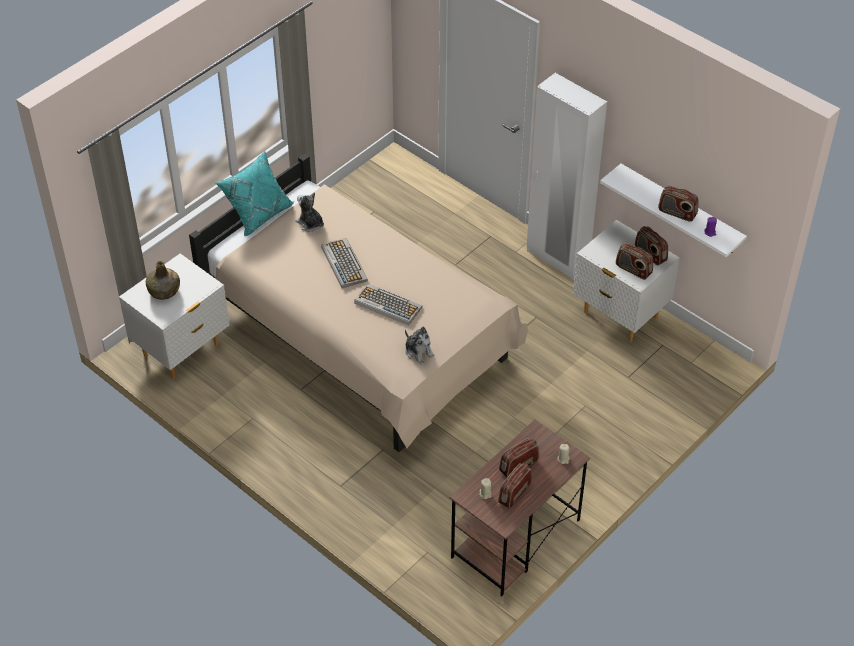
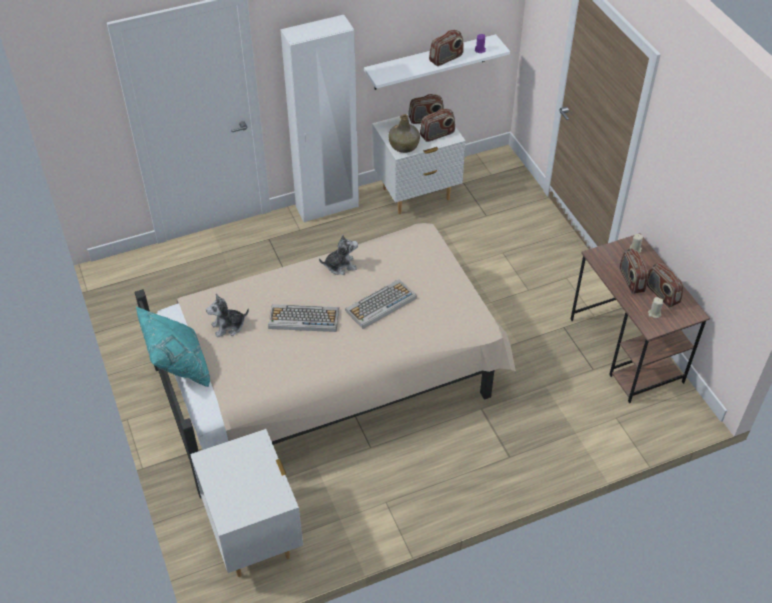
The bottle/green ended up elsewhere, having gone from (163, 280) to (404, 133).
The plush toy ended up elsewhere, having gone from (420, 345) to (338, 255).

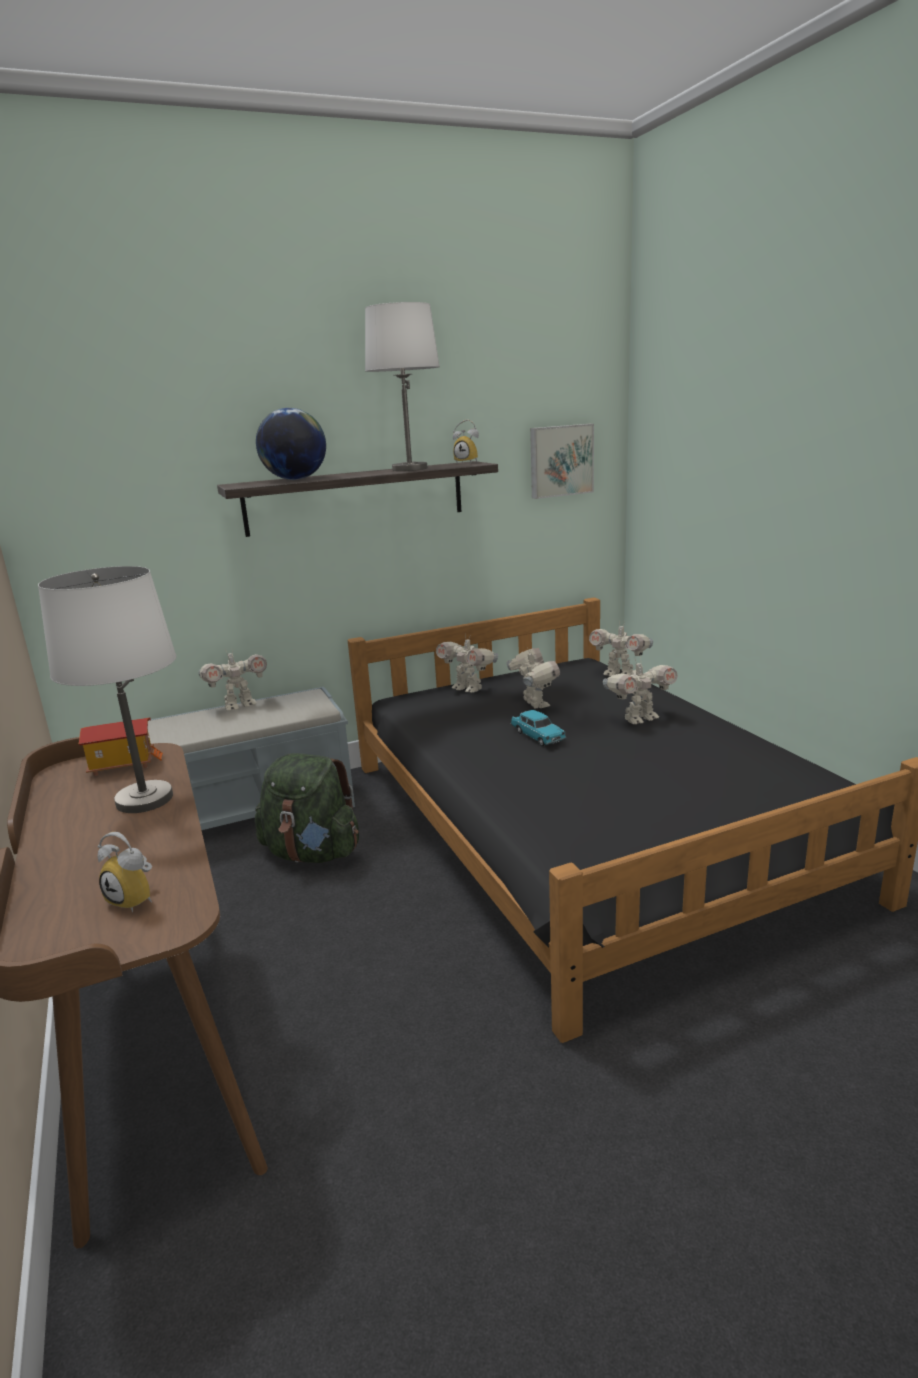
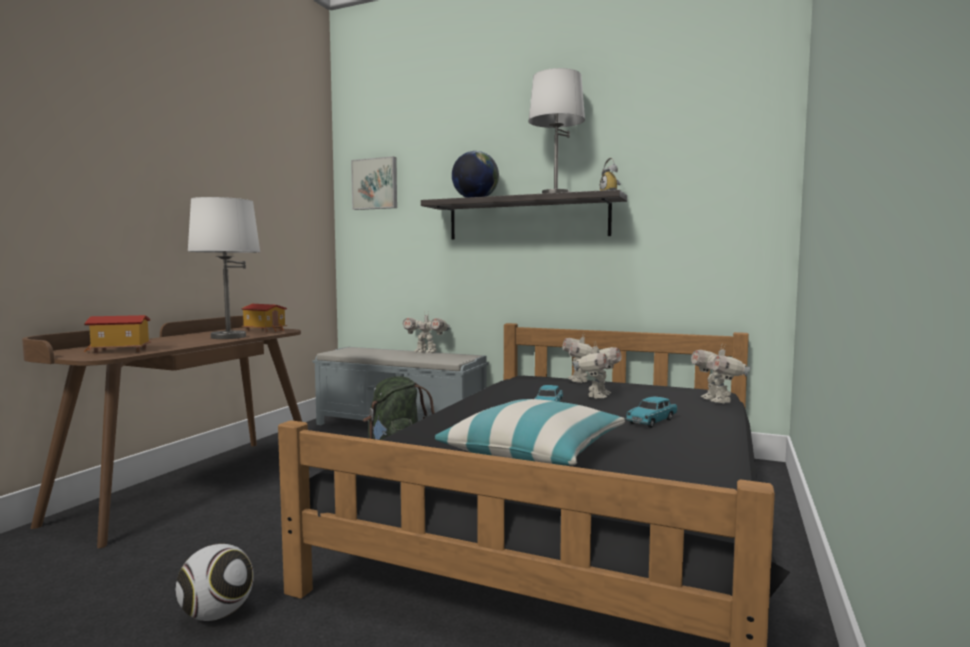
Where the alarm clock stood at (125, 872), the toy house came to stand at (118, 334).
The picture ended up elsewhere, having gone from (562, 461) to (374, 183).
Where the toy robot stood at (640, 690), the toy car/turquoise came to stand at (652, 412).
The second view gained the football at (215, 582).
The second view gained the pillow at (530, 432).

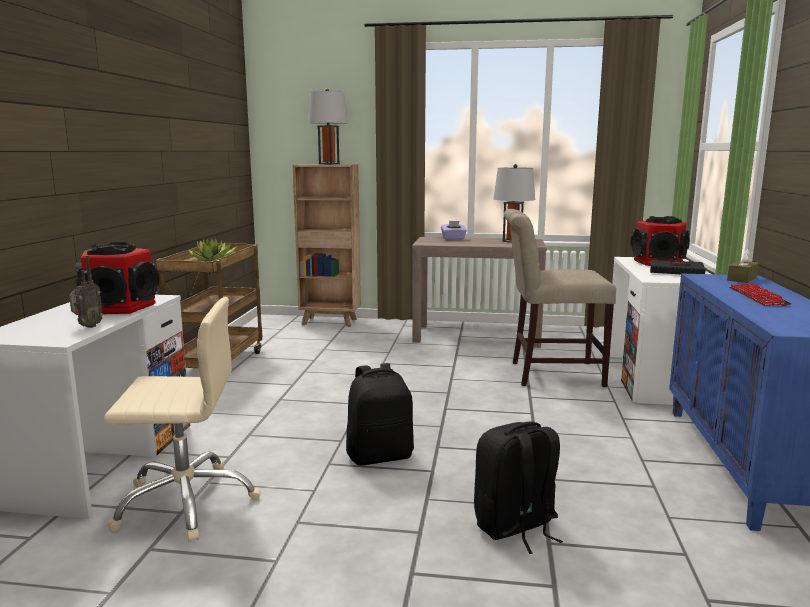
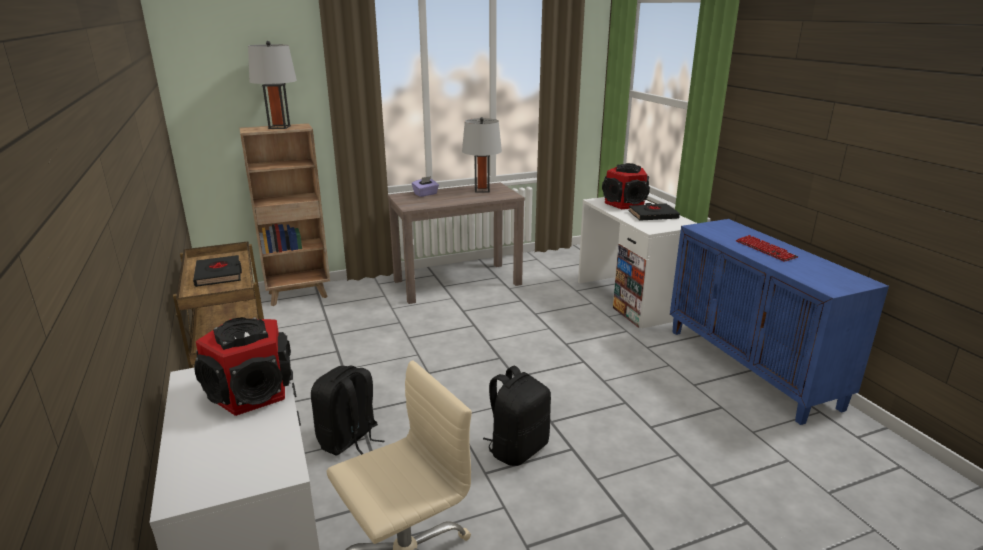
The second view lost the radio at (86, 292).
Where the potted plant stood at (213, 248), the book/black came to stand at (217, 271).
The backpack/black ended up elsewhere, having gone from (518, 488) to (347, 410).
The second view lost the chair/beige at (560, 298).
The second view lost the tissue box/brown at (743, 266).

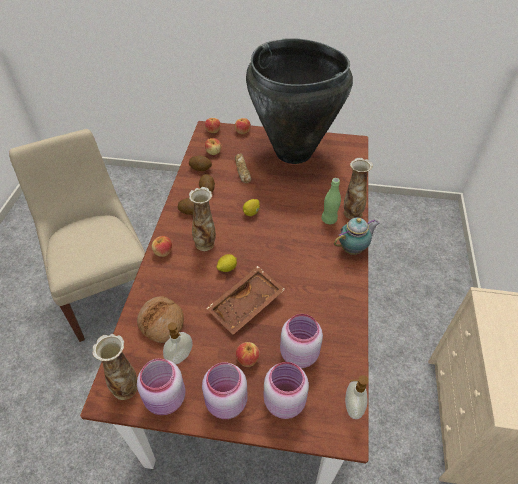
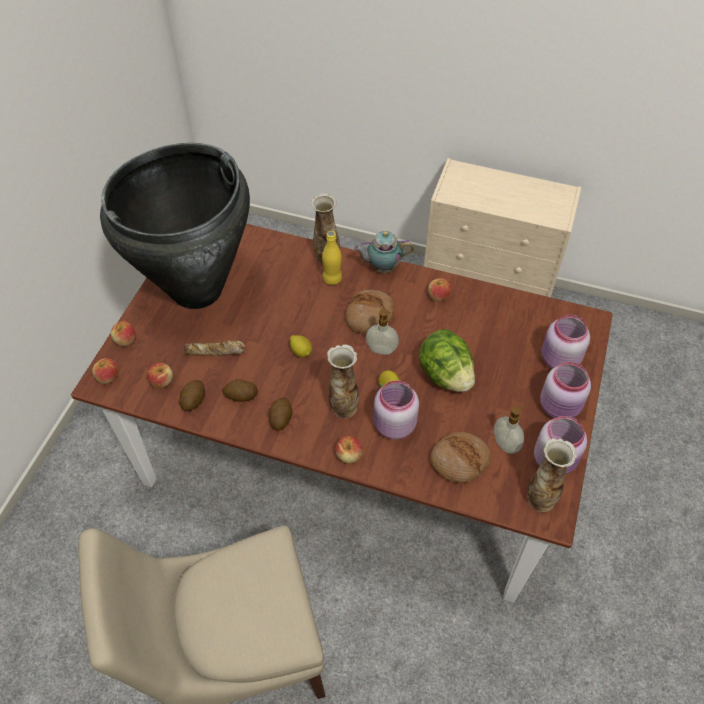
Where the tray/brown stood at (245, 300), the lettuce came to stand at (447, 360).
The apple ended up elsewhere, having gone from (248, 354) to (440, 290).
The jar/pink ended up elsewhere, having gone from (301, 341) to (396, 410).
What was the bottle/green at (331, 201) turned into the bottle/yellow at (332, 258).
The teapot at (357, 236) ended up facing another way, 75 degrees counterclockwise from before.
The soap dispenser ended up elsewhere, having gone from (357, 397) to (382, 332).
The second view gained the bread at (370, 311).

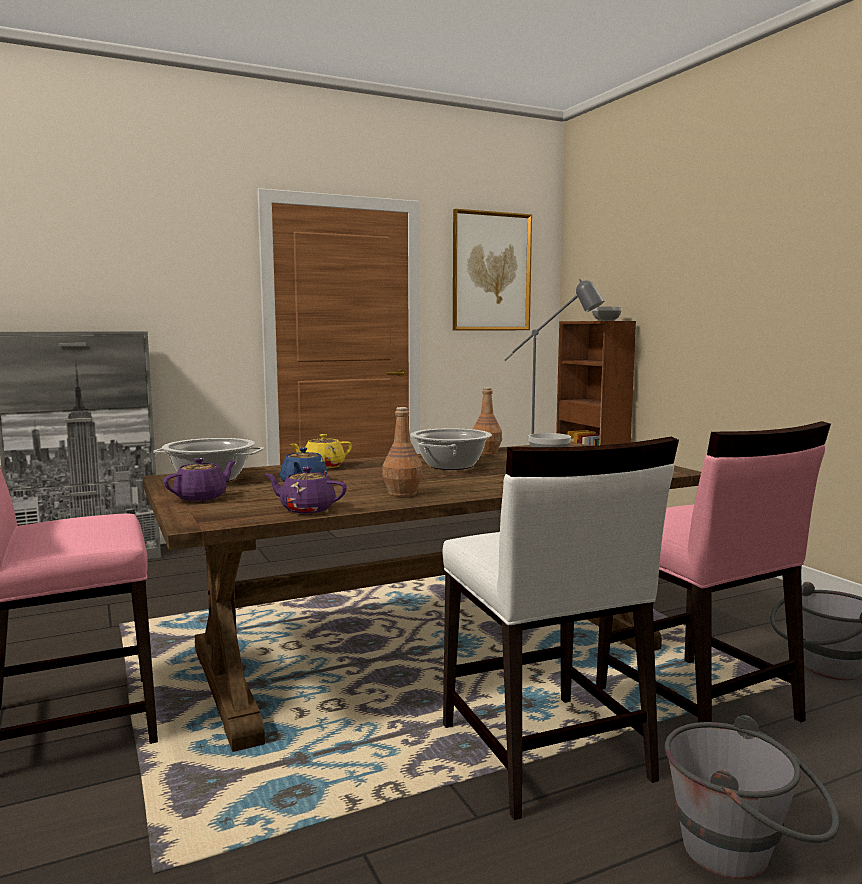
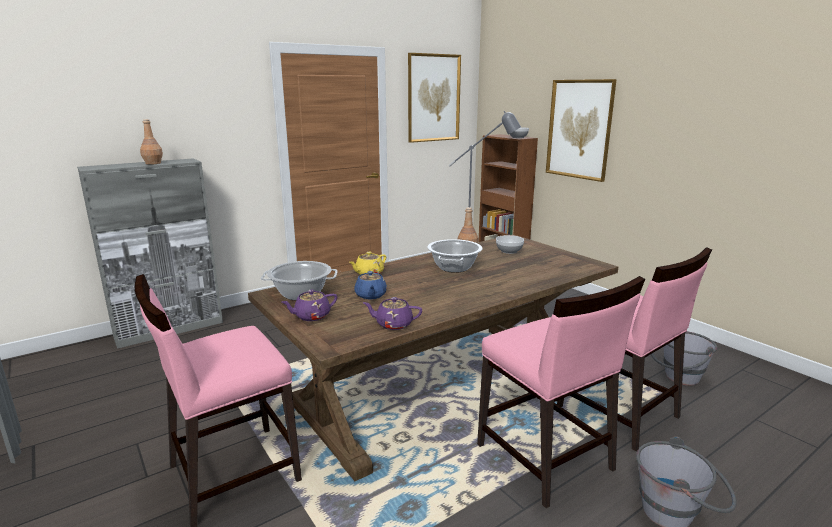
The teapot/purple at (199, 479) ended up facing another way, 150 degrees counterclockwise from before.
The bottle/brown ended up elsewhere, having gone from (402, 452) to (151, 142).
What was the chair/white at (561, 628) turned into the chair/pink at (561, 392).
The second view gained the picture at (581, 130).

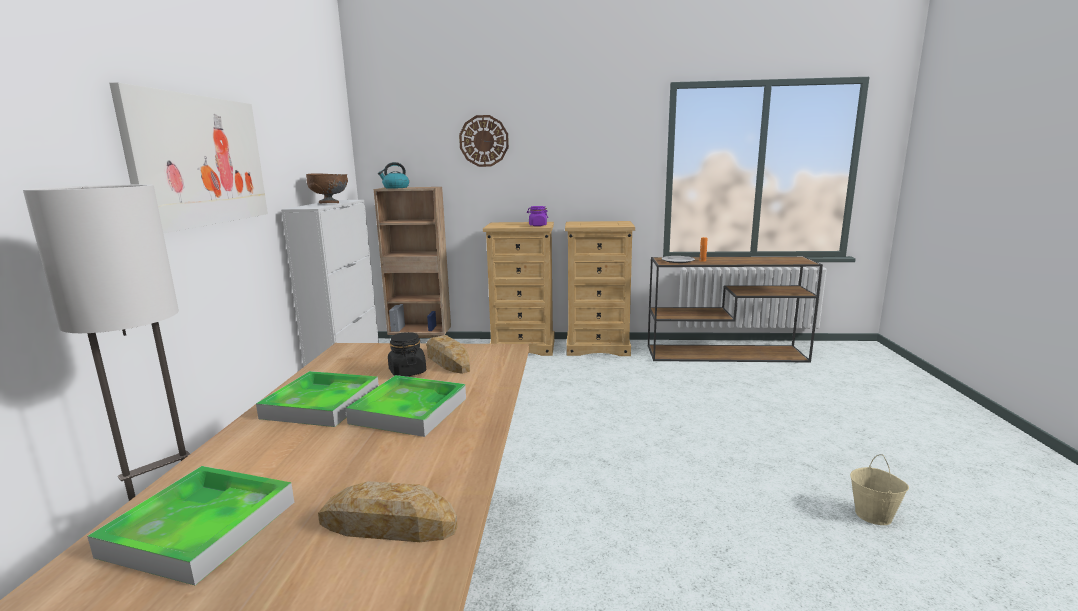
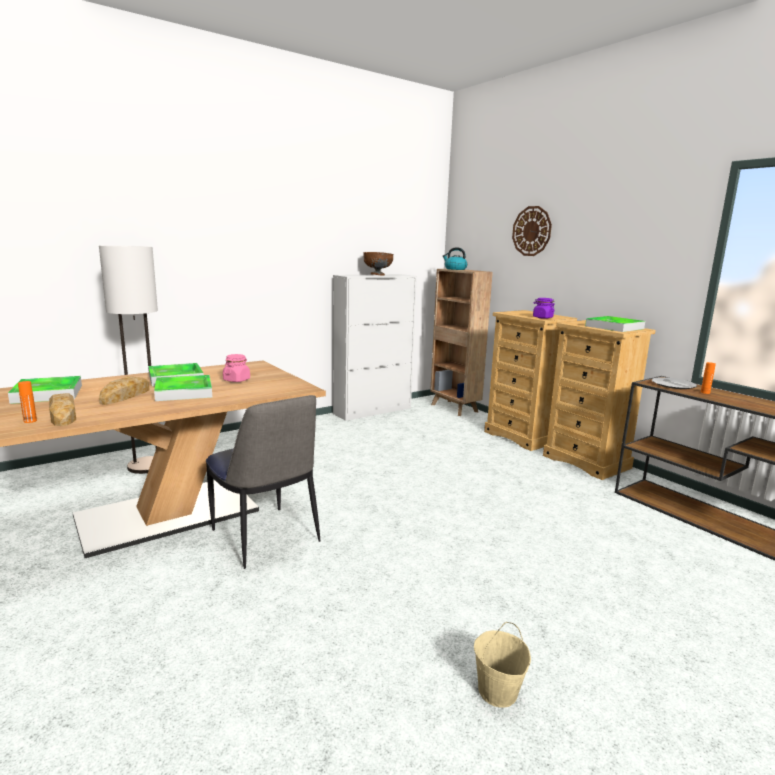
The second view lost the picture at (188, 158).
What was the jar/black at (407, 354) turned into the jar/pink at (236, 368).
The bread ended up elsewhere, having gone from (448, 354) to (124, 390).
The second view gained the bottle/orange at (27, 402).
The second view gained the chair at (263, 482).
The second view gained the tray at (615, 324).

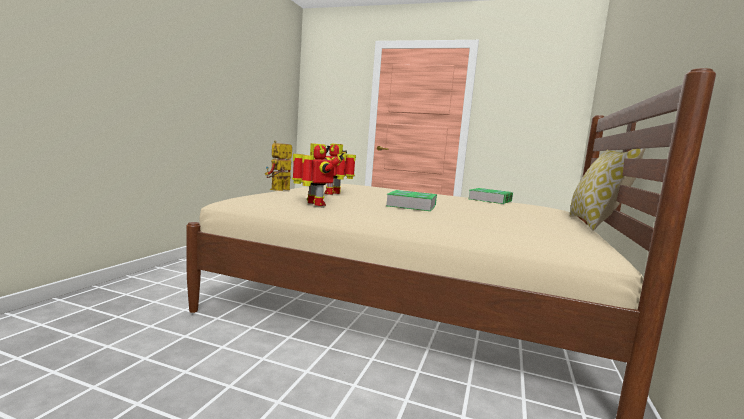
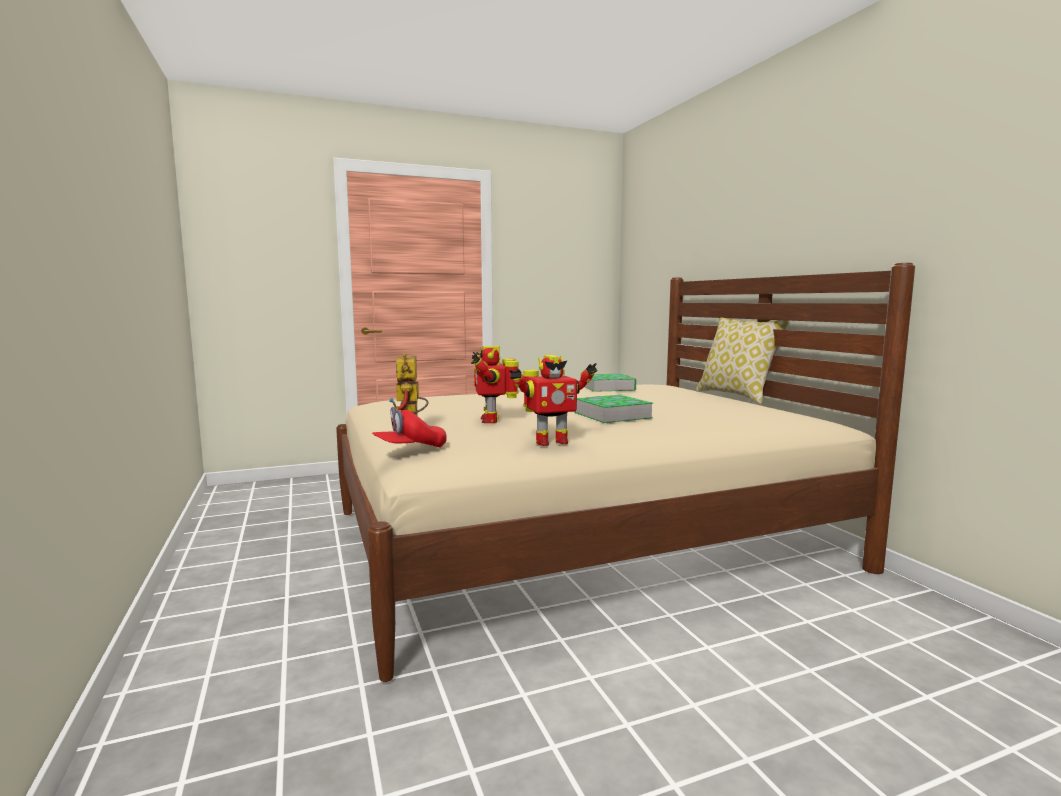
The toy robot at (318, 174) ended up facing another way, 150 degrees clockwise from before.
The second view gained the cap/red at (409, 427).

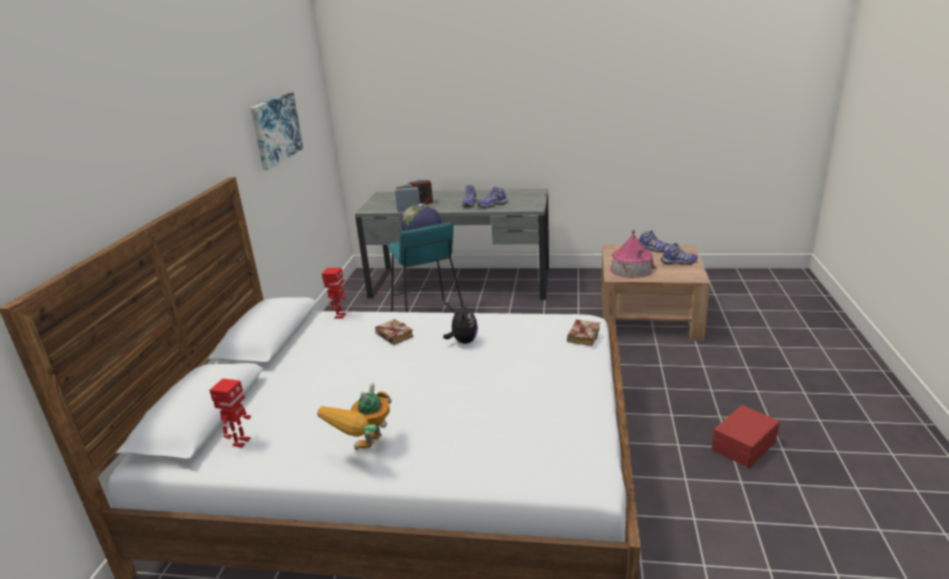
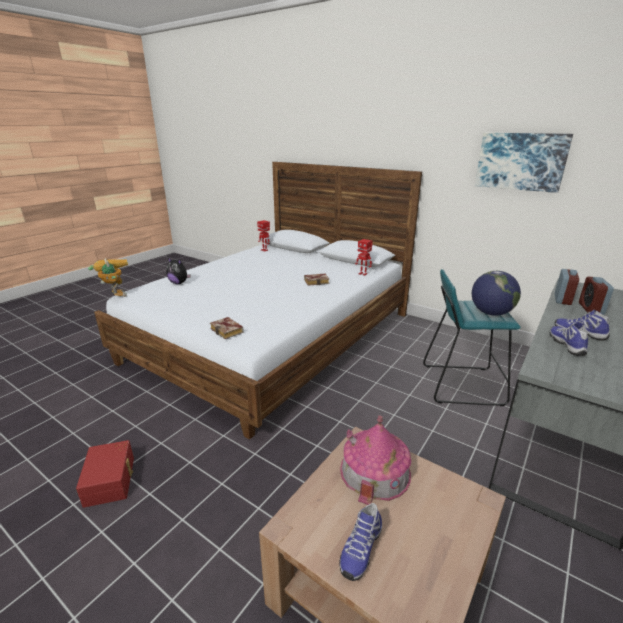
The toy robot ended up elsewhere, having gone from (354, 417) to (108, 277).
The plush toy ended up elsewhere, having gone from (460, 323) to (179, 271).
The second view lost the shoe at (654, 241).

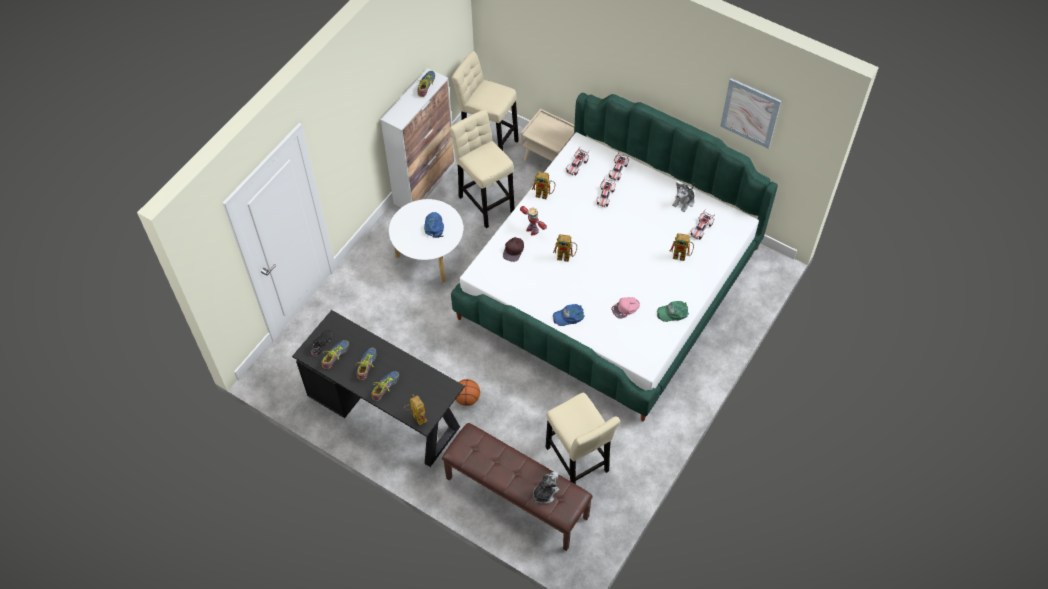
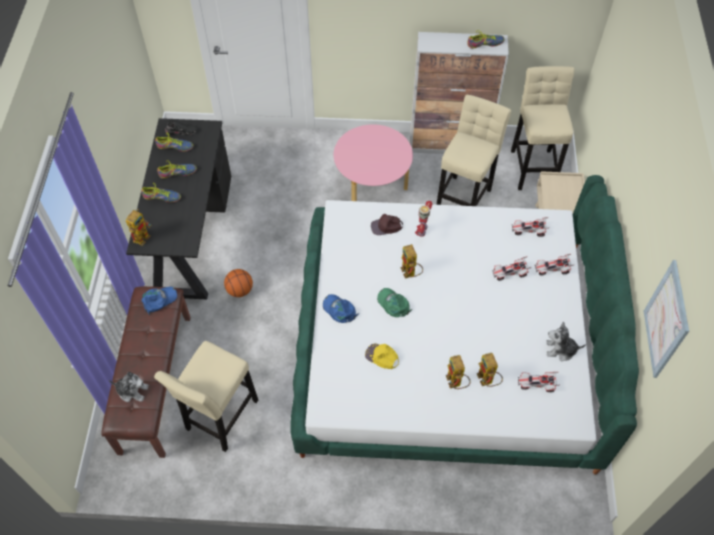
What was the coffee table/white at (426, 241) turned into the coffee table/pink at (373, 162).
The cap/blue ended up elsewhere, having gone from (434, 225) to (159, 301).
The toy robot ended up elsewhere, having gone from (543, 185) to (458, 372).
What was the cap/pink at (625, 308) turned into the cap/yellow at (382, 356).
The cap/green ended up elsewhere, having gone from (673, 311) to (395, 302).

